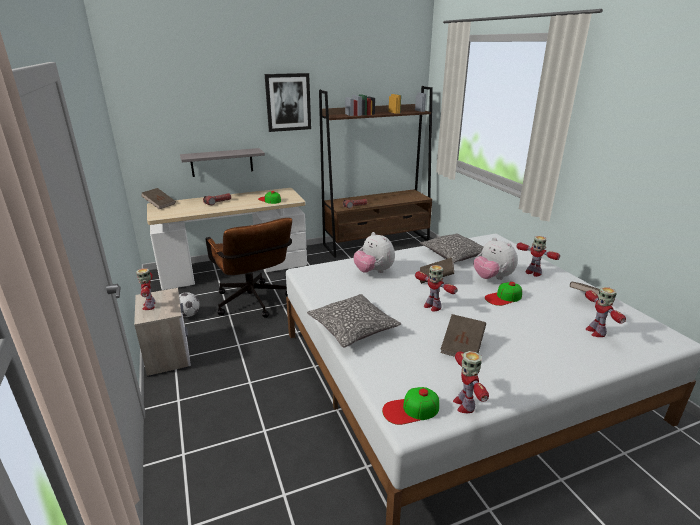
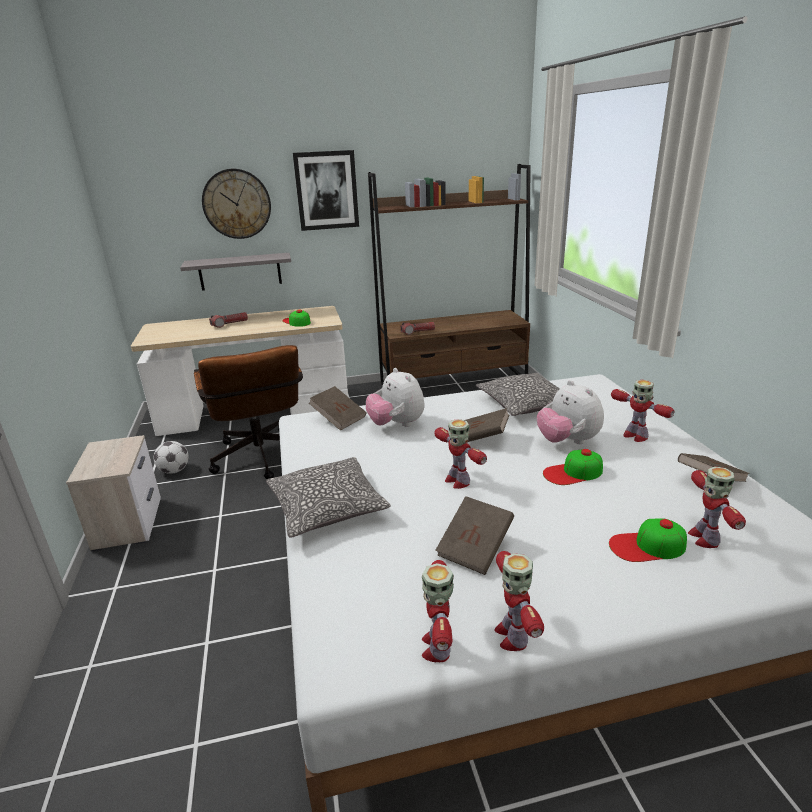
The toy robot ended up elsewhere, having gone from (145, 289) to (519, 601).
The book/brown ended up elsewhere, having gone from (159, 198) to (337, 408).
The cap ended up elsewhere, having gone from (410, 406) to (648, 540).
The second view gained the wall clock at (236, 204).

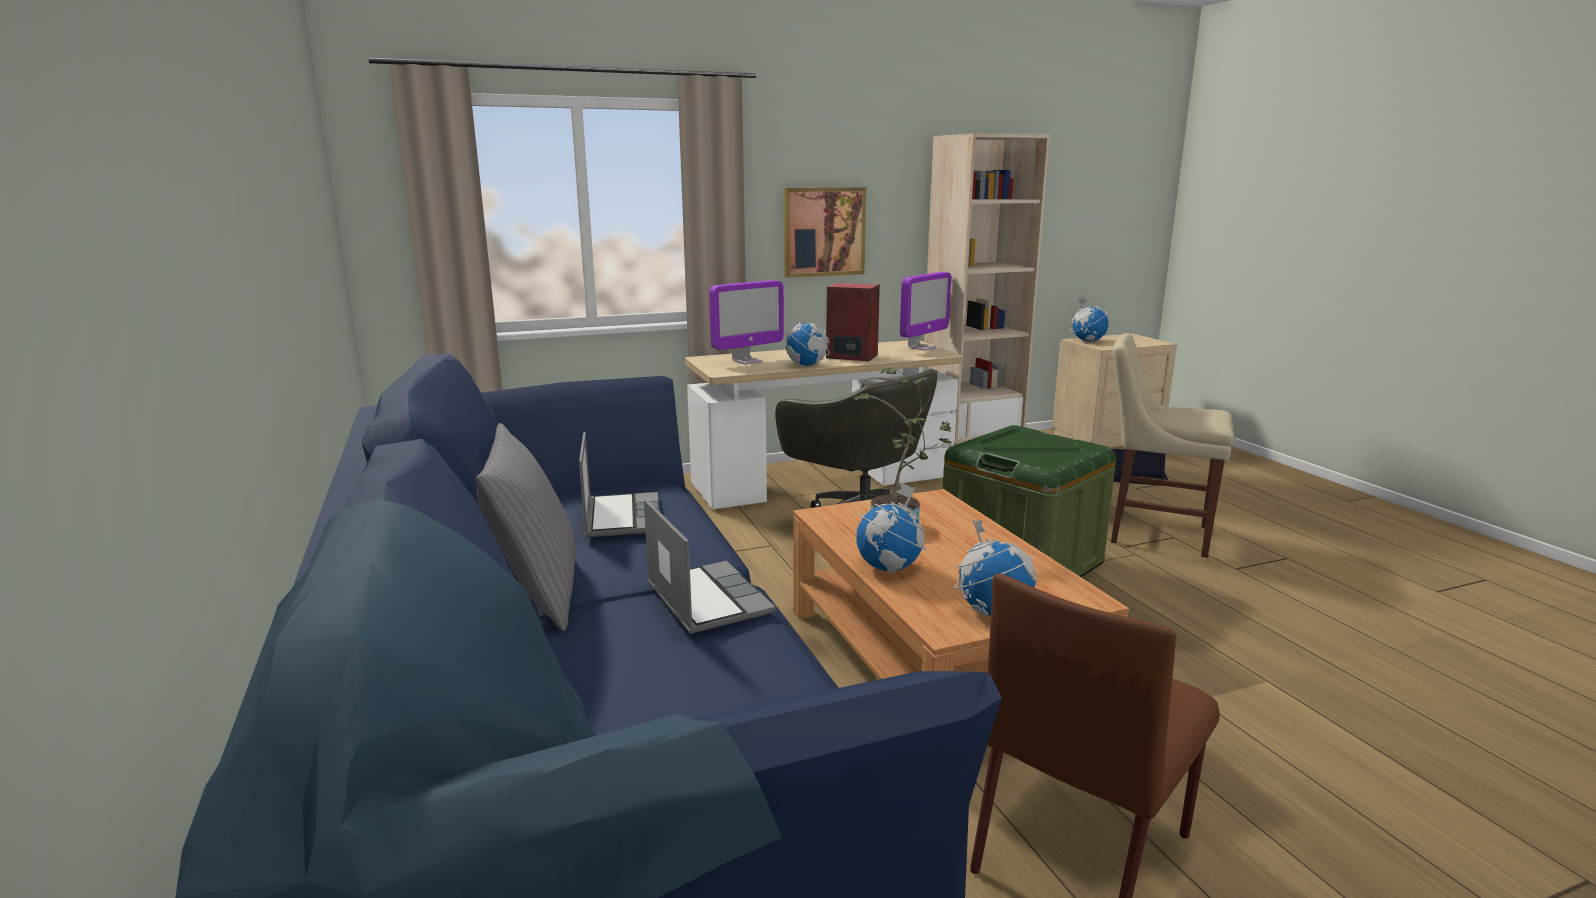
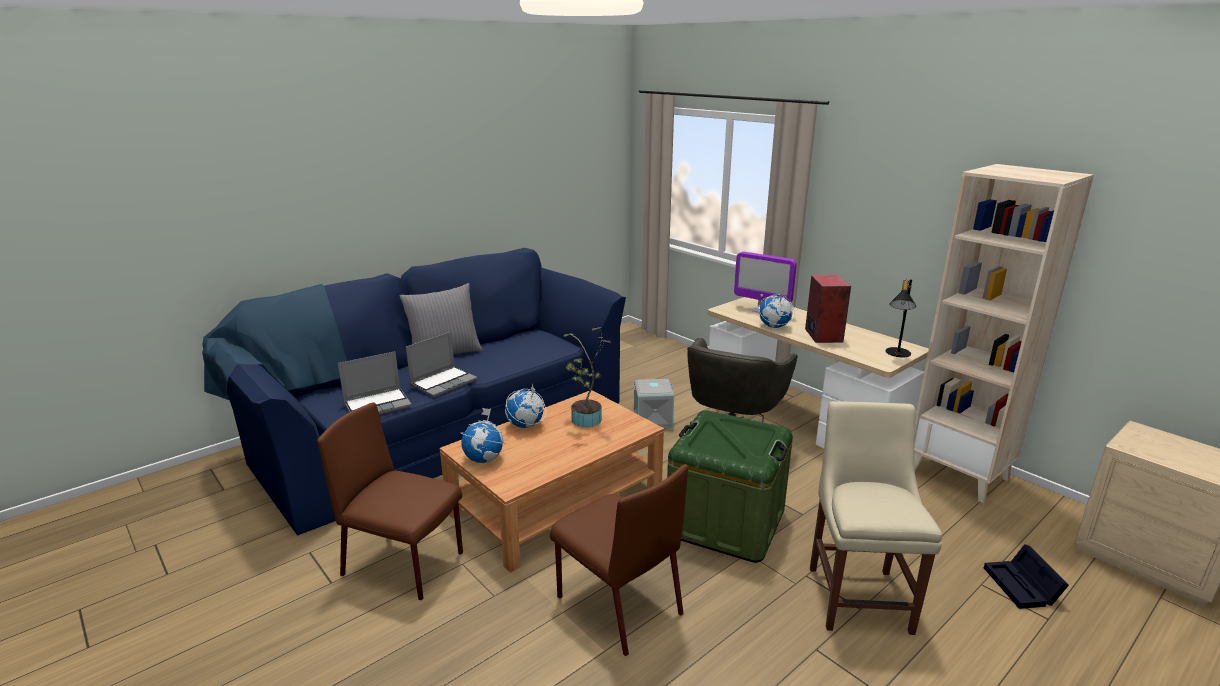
The laptop ended up elsewhere, having gone from (619, 484) to (375, 383).
The second view lost the picture at (825, 232).
Where the monitor stood at (925, 311), the table lamp/black came to stand at (901, 318).
The second view lost the globe at (1089, 319).
The second view gained the chair/brown at (619, 560).
The second view gained the storage box/grey at (653, 403).

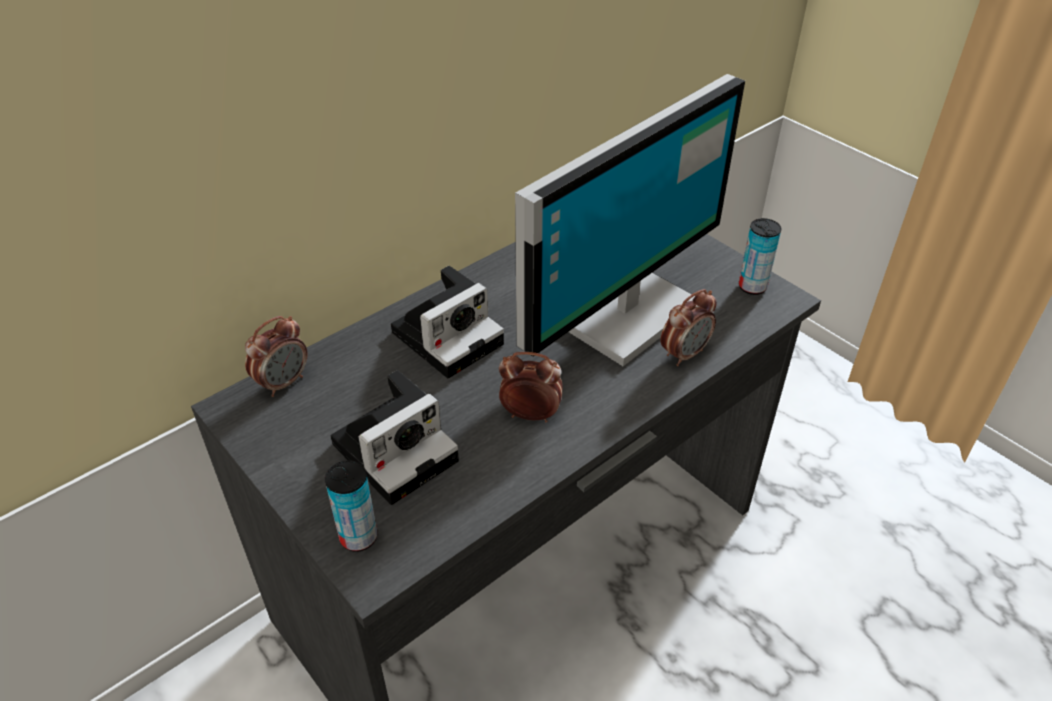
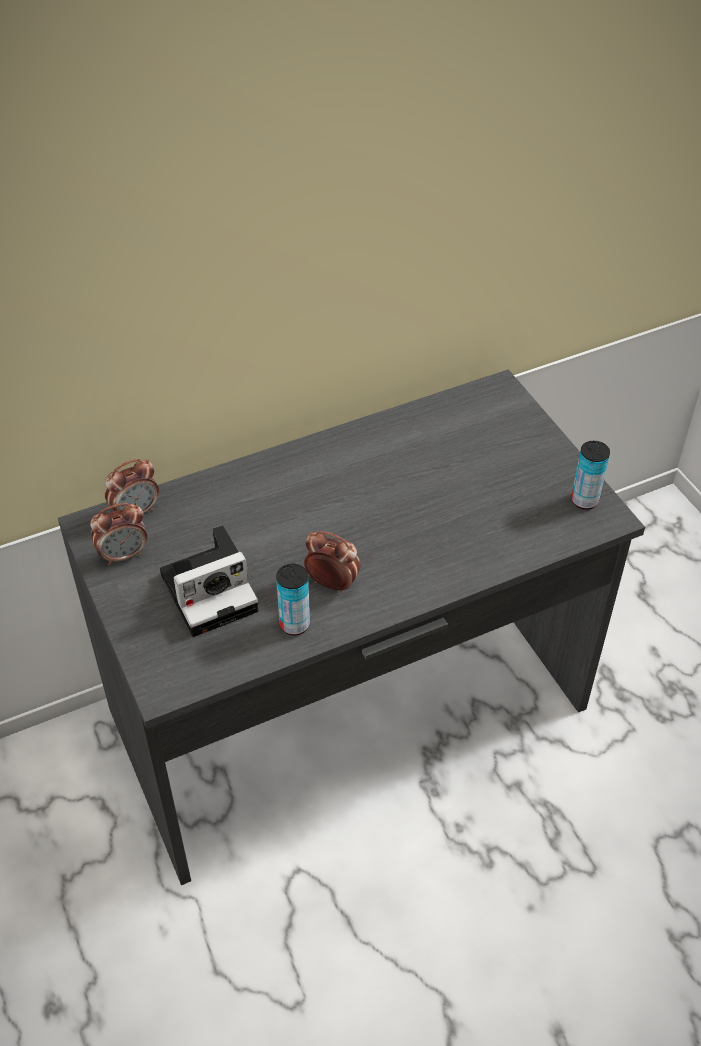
The can ended up elsewhere, having gone from (351, 506) to (293, 599).
The second view lost the photo camera at (447, 322).
The second view lost the monitor at (630, 220).
The alarm clock ended up elsewhere, having gone from (689, 327) to (118, 534).

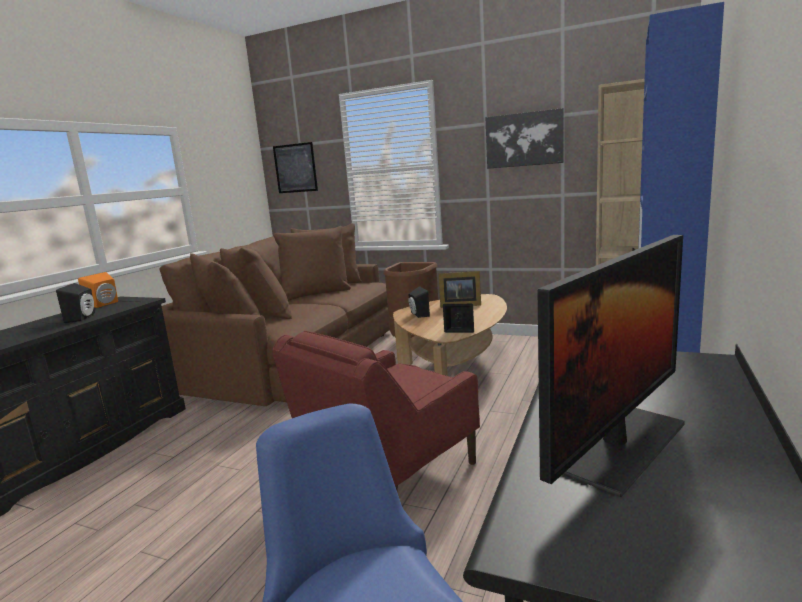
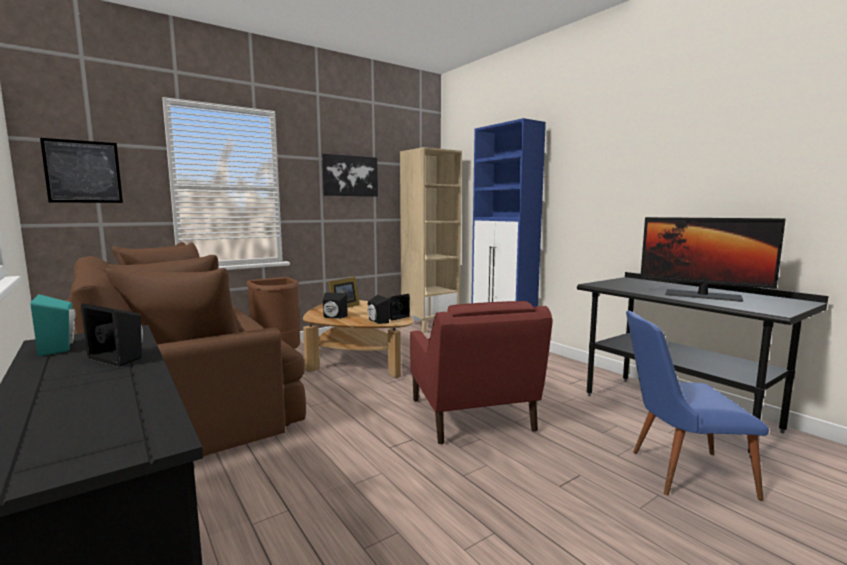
What was the speaker/orange at (98, 290) turned into the speaker/turquoise at (53, 325).
The monitor at (611, 366) ended up facing another way, 135 degrees clockwise from before.
The second view gained the speaker/black at (378, 309).

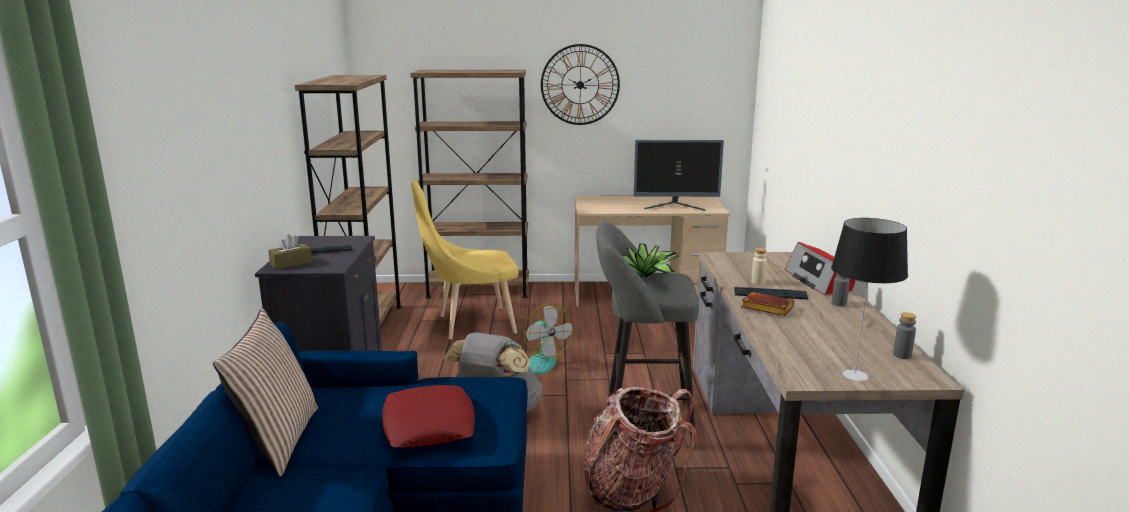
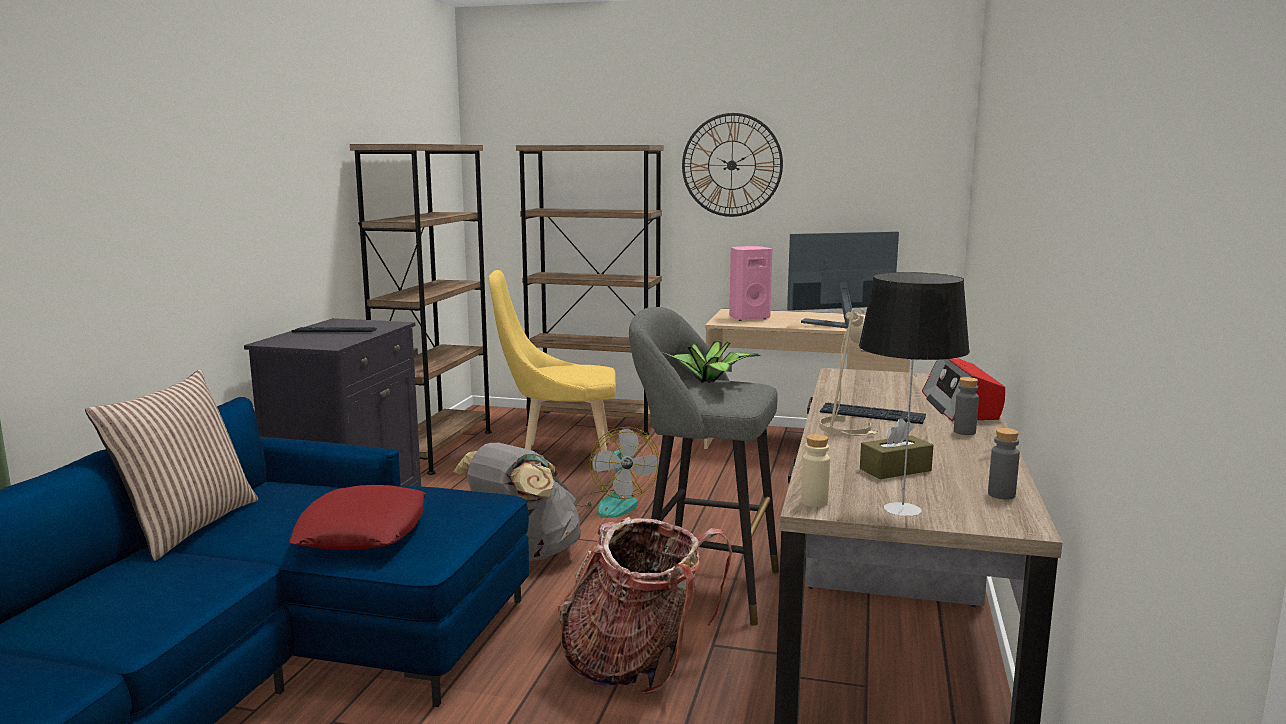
The tissue box/brown ended up elsewhere, having gone from (290, 252) to (896, 448).
The monitor at (679, 175) ended up facing another way, 150 degrees clockwise from before.
Where the book/brown stood at (767, 304), the table lamp/beige came to stand at (848, 372).
The bottle/beige ended up elsewhere, having gone from (759, 266) to (815, 470).
The second view gained the speaker/pink at (750, 283).

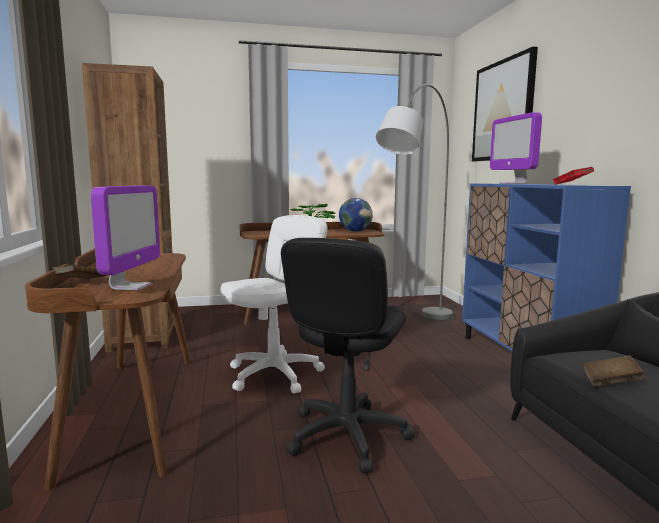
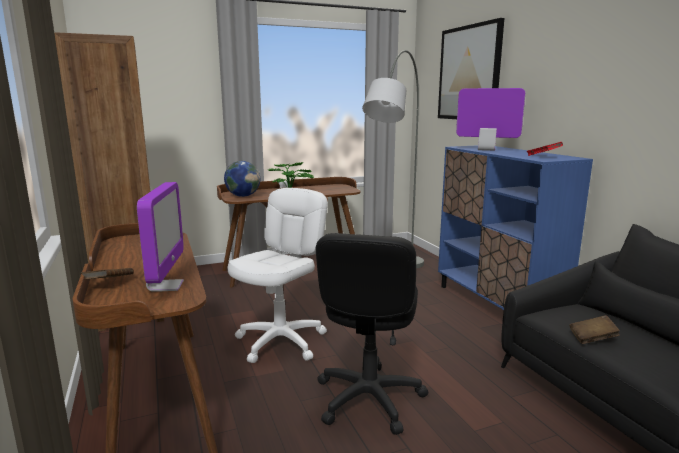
The globe ended up elsewhere, having gone from (356, 215) to (242, 179).
The monitor at (516, 148) ended up facing another way, 135 degrees clockwise from before.

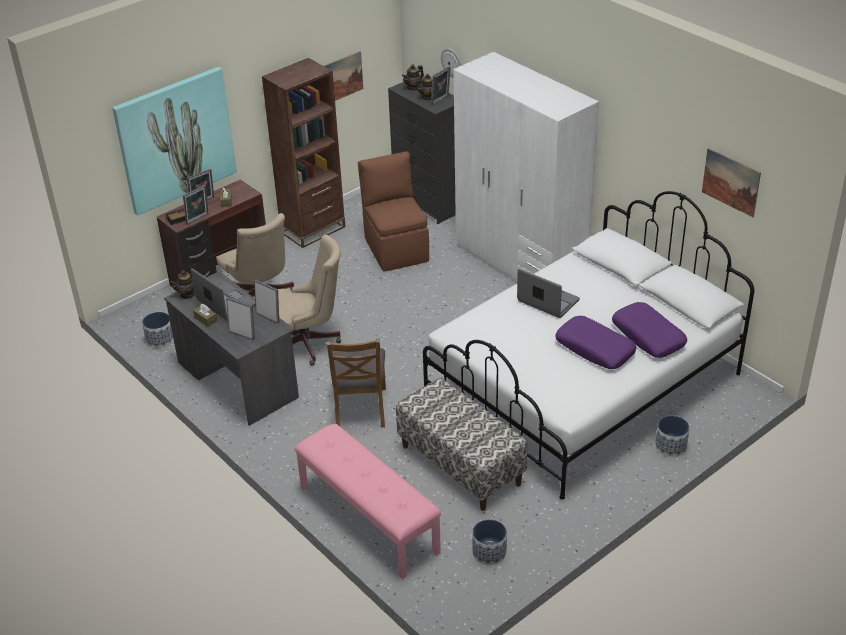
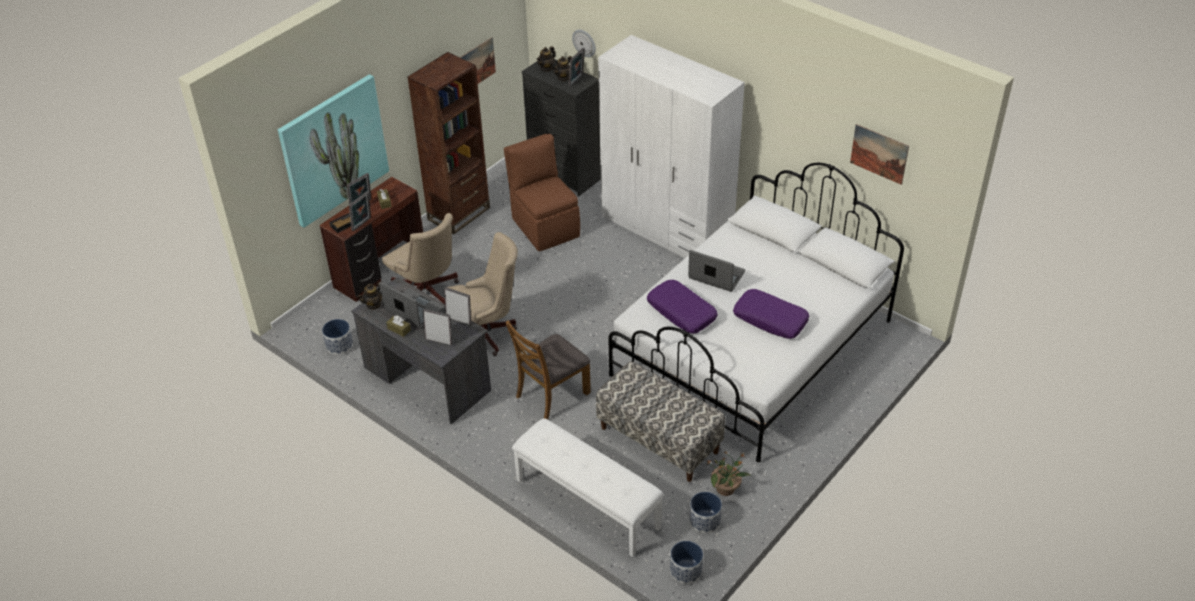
What was the bench/pink at (367, 502) turned into the bench/white at (587, 487).
The chair/brown at (356, 383) ended up facing another way, 60 degrees clockwise from before.
The pillow/purple ended up elsewhere, having gone from (649, 330) to (682, 306).
The planter ended up elsewhere, having gone from (672, 436) to (686, 562).
The second view gained the potted plant at (729, 473).

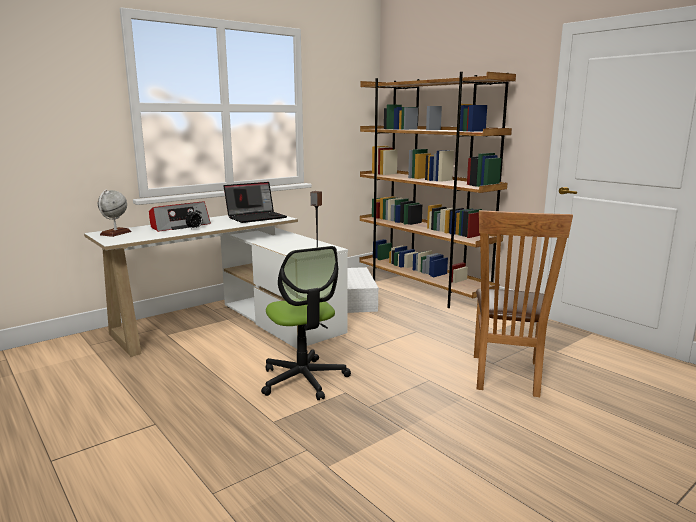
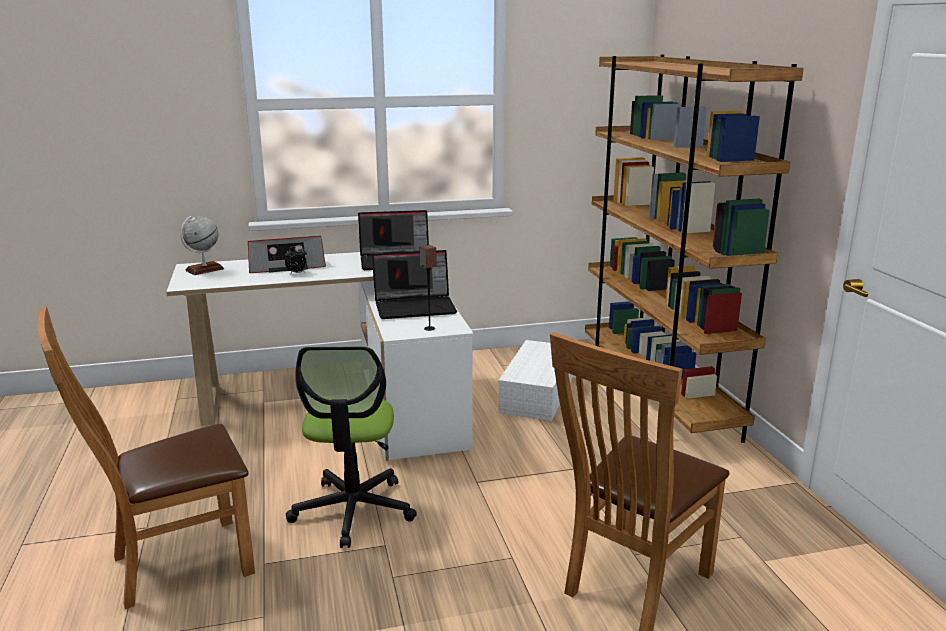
The second view gained the chair/brown at (146, 458).
The second view gained the laptop at (414, 284).

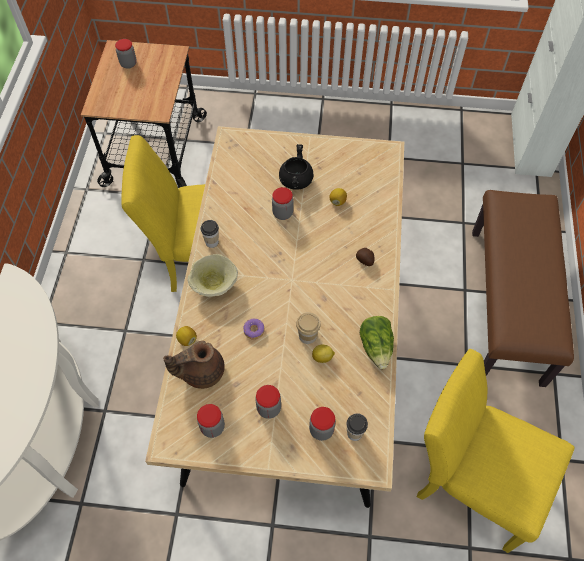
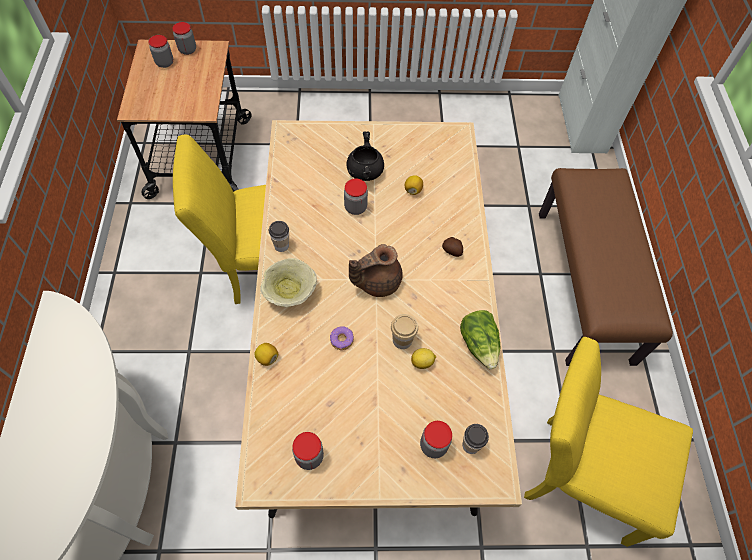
The teapot/brown ended up elsewhere, having gone from (194, 365) to (376, 270).
The jar ended up elsewhere, having gone from (268, 402) to (184, 38).

